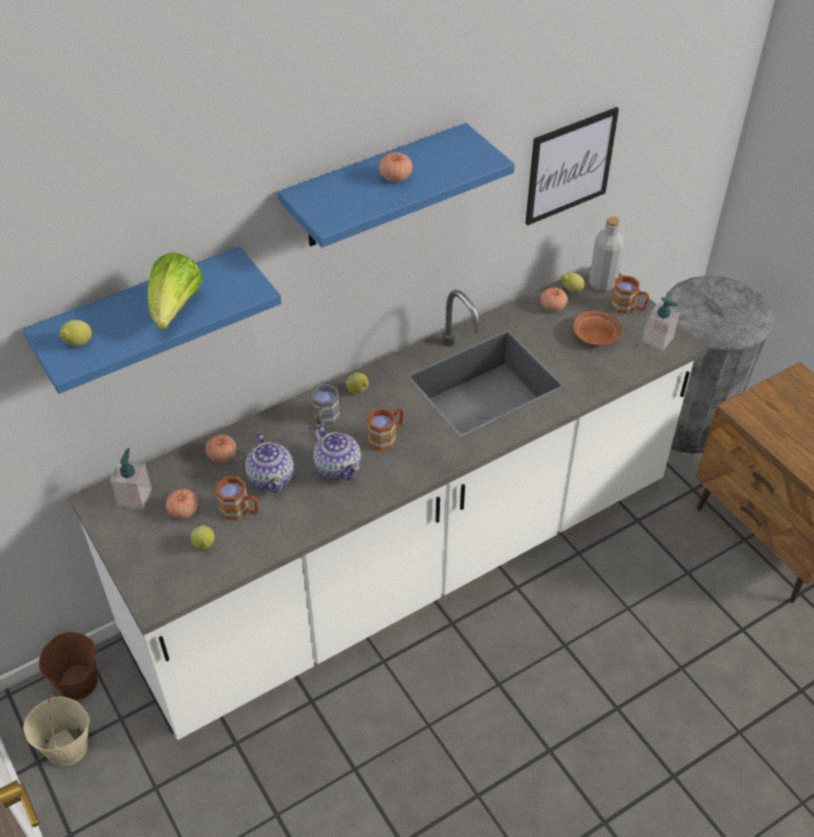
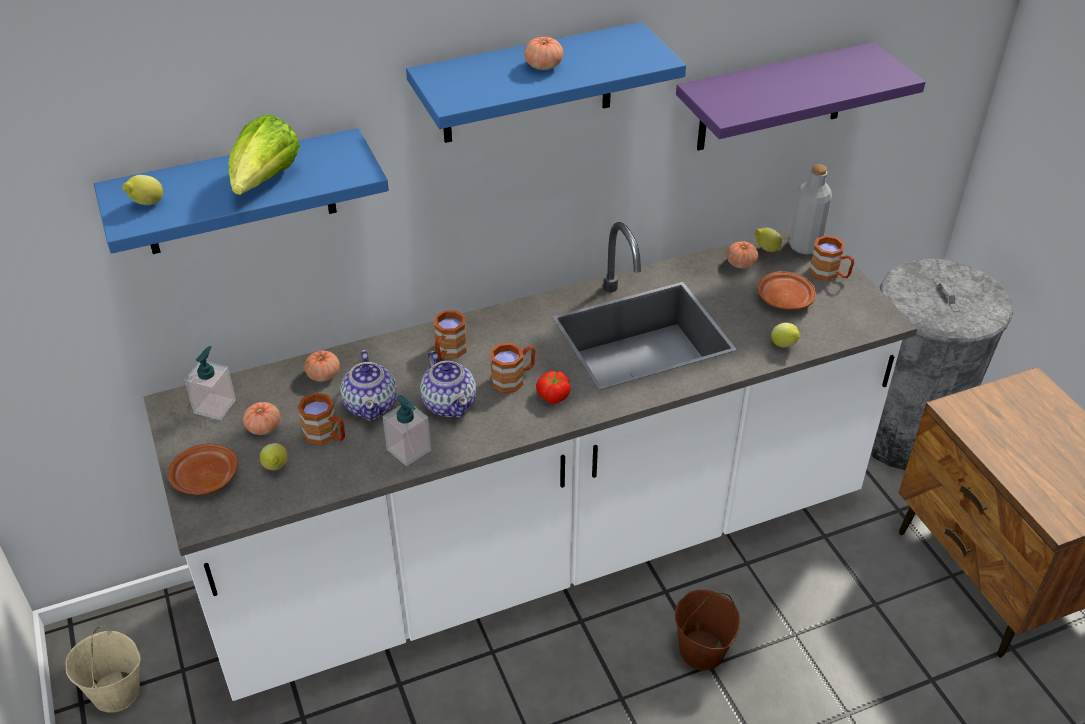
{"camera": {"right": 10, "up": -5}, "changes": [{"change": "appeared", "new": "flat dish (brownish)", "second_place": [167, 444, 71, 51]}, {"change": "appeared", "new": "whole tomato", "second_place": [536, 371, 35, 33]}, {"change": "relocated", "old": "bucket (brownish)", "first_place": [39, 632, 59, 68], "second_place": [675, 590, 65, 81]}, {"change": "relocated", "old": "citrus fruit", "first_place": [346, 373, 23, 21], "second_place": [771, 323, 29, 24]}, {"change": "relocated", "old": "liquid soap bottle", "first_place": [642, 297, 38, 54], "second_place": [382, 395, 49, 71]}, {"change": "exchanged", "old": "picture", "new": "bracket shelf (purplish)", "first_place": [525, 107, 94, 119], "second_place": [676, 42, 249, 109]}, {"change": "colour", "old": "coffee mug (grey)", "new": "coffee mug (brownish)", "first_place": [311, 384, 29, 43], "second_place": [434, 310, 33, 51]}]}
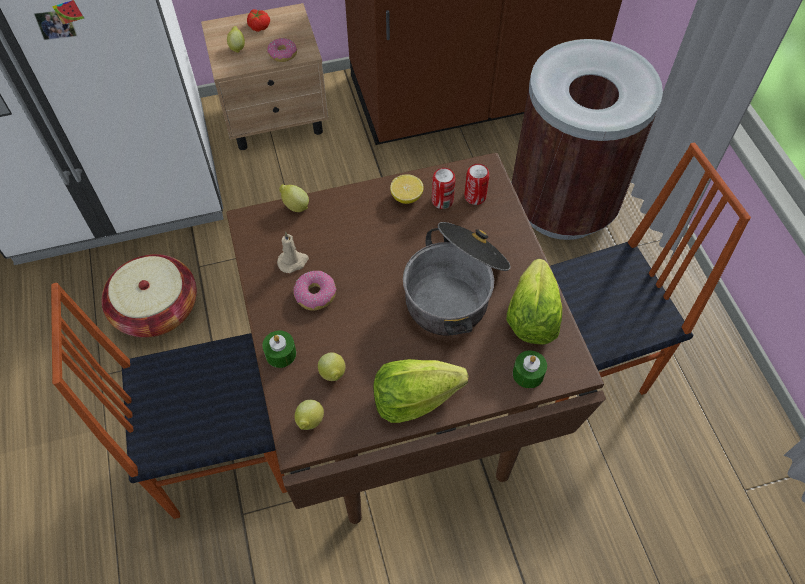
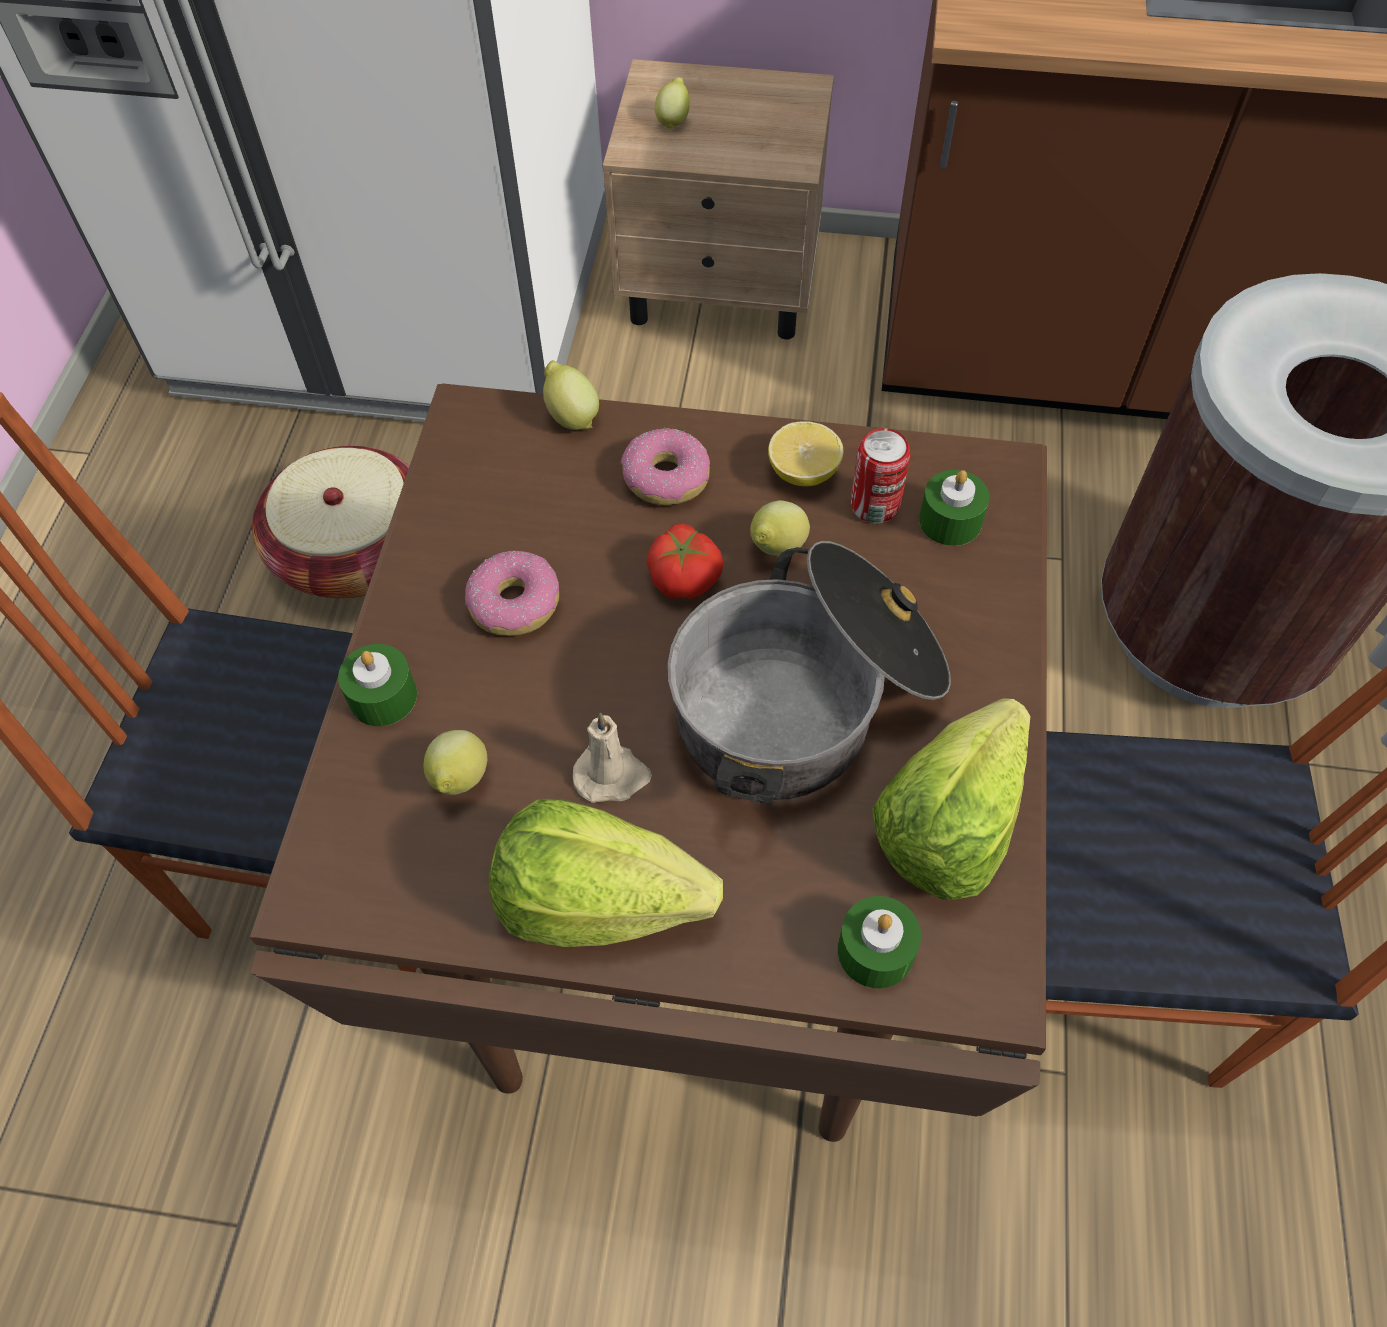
{"camera": {"right": 25, "up": 0}, "changes": [{"change": "relocated", "old": "whole tomato", "first_place": [247, 9, 23, 23], "second_place": [646, 524, 78, 75]}, {"change": "relocated", "old": "ring doughnut", "first_place": [267, 38, 30, 24], "second_place": [621, 428, 89, 77]}, {"change": "relocated", "old": "wax candle (beige)", "first_place": [277, 232, 32, 41], "second_place": [573, 713, 79, 90]}, {"change": "relocated", "old": "citrus fruit", "first_place": [295, 400, 29, 30], "second_place": [750, 500, 60, 56]}, {"change": "exchanged", "old": "sealed can", "new": "wax candle (greenish)", "first_place": [465, 164, 25, 41], "second_place": [919, 470, 71, 76]}]}
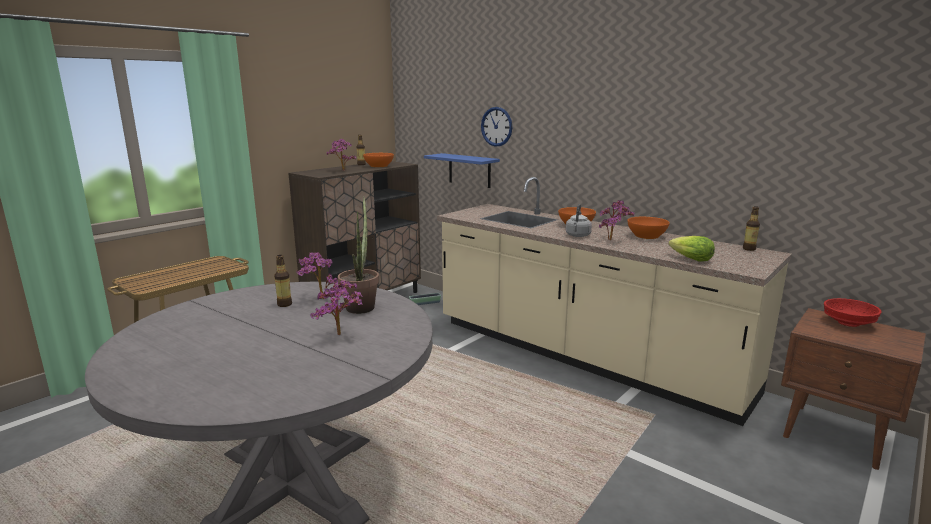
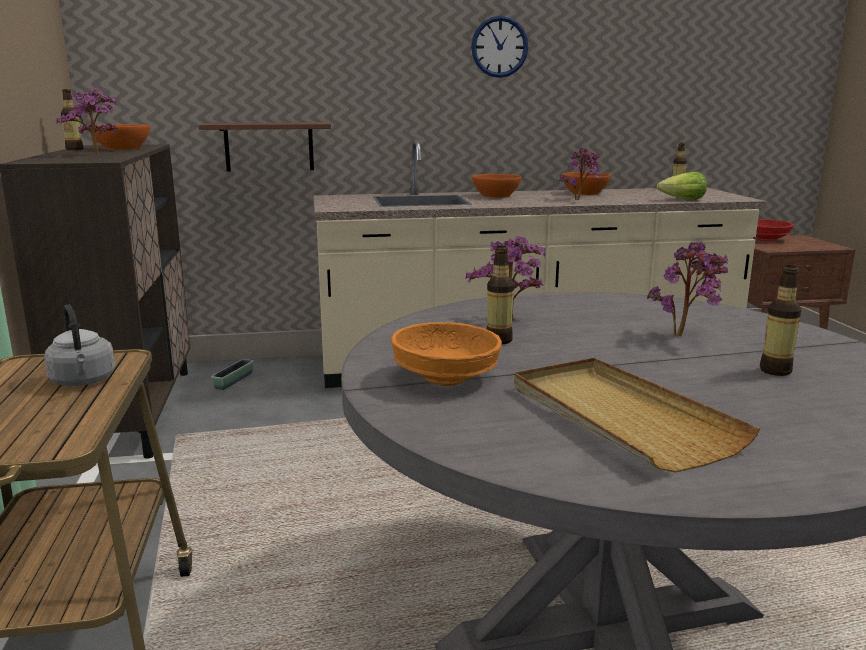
{"camera": {"right": -50, "up": 0}, "changes": [{"change": "missing", "old": "potted plant", "first_place": [338, 196, 41, 118]}, {"change": "appeared", "new": "deep dish (orange)", "second_place": [391, 322, 111, 64]}, {"change": "appeared", "new": "tray (beige)", "second_place": [514, 358, 246, 115]}, {"change": "appeared", "new": "drink bottle", "second_place": [760, 265, 41, 111]}, {"change": "relocated", "old": "hanging clock", "first_place": [481, 107, 31, 40], "second_place": [471, 16, 57, 62]}, {"change": "relocated", "old": "water kettle (grey)", "first_place": [566, 204, 26, 33], "second_place": [44, 304, 71, 82]}, {"change": "colour", "old": "bracket shelf (blue)", "new": "bracket shelf (brownish)", "first_place": [424, 153, 76, 35], "second_place": [198, 122, 133, 50]}]}
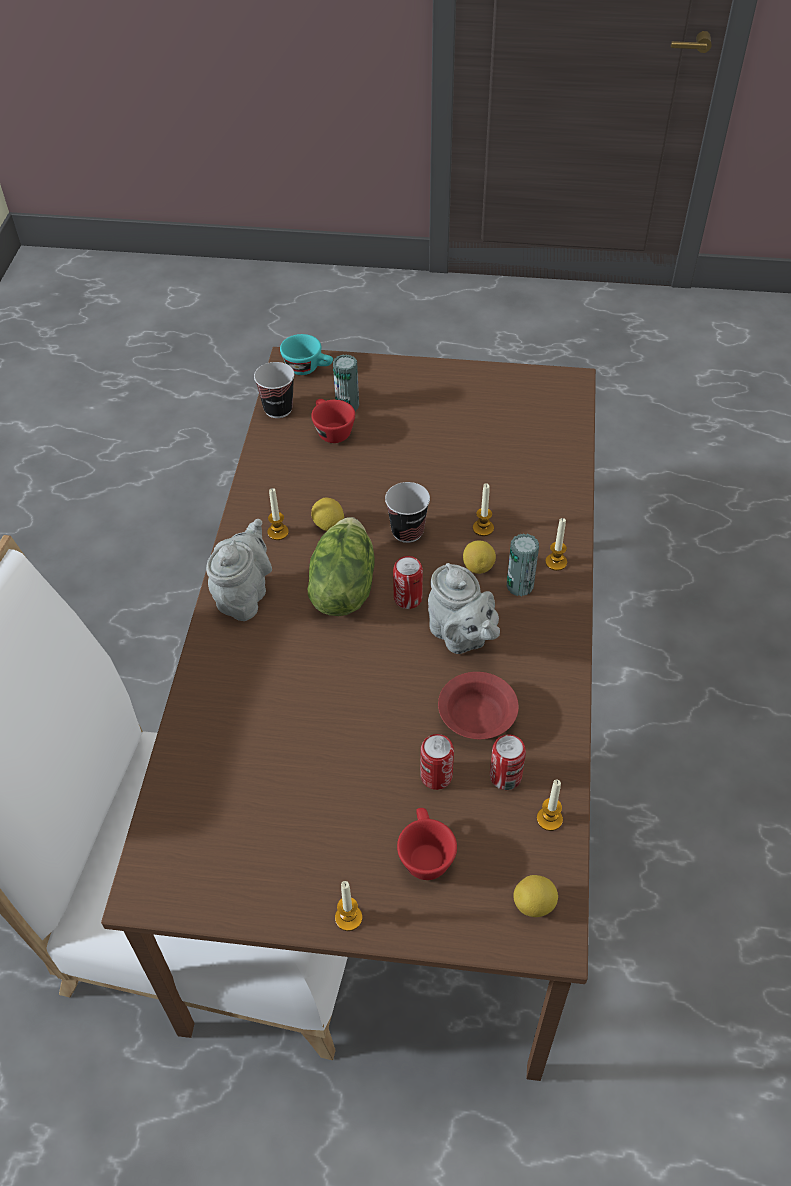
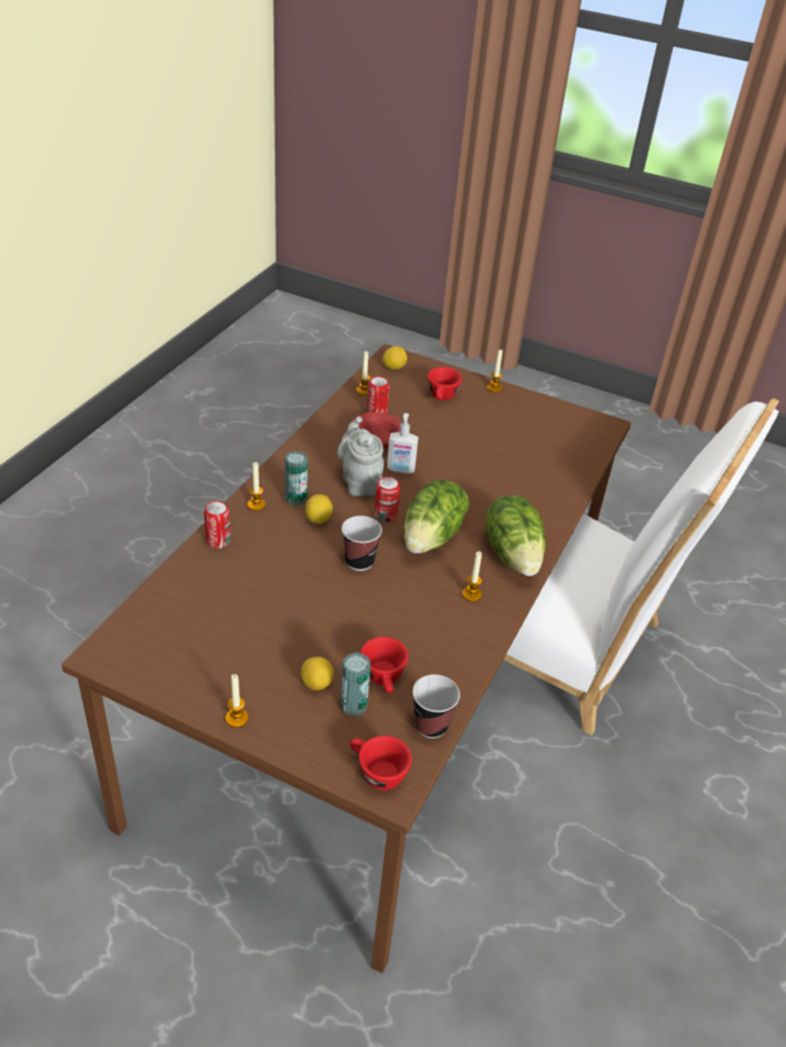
{"camera": {"right": -165, "up": -10}, "changes": [{"change": "appeared", "new": "liquid soap bottle", "second_place": [387, 413, 31, 60]}, {"change": "relocated", "old": "citrus fruit", "first_place": [311, 497, 33, 34], "second_place": [301, 657, 33, 33]}, {"change": "relocated", "old": "sealed can", "first_place": [420, 734, 34, 56], "second_place": [204, 501, 27, 47]}, {"change": "relocated", "old": "wax candle", "first_place": [473, 483, 21, 53], "second_place": [225, 674, 23, 54]}, {"change": "exchanged", "old": "pot for tea (grey)", "new": "head of lettuce", "first_place": [206, 519, 66, 102], "second_place": [486, 495, 60, 81]}, {"change": "colour", "old": "small cup (turquoise)", "new": "small cup (red)", "first_place": [280, 334, 53, 41], "second_place": [350, 736, 62, 54]}]}
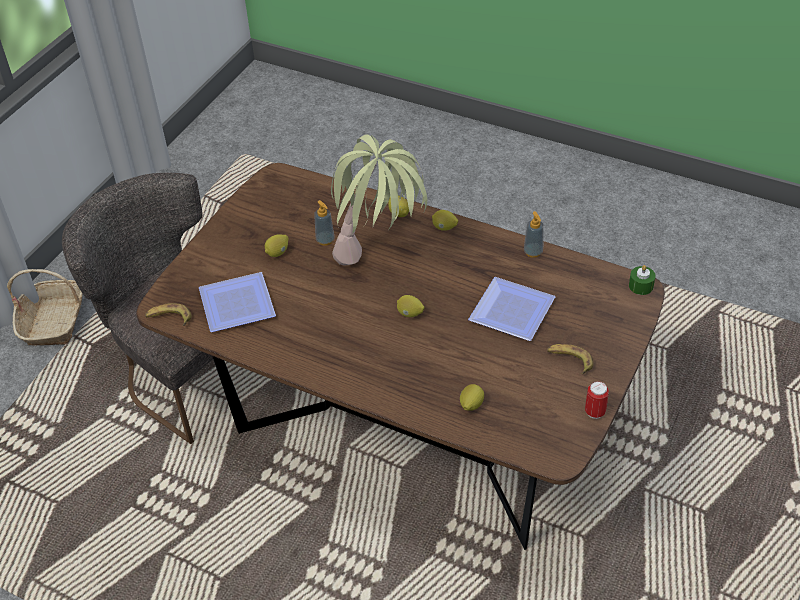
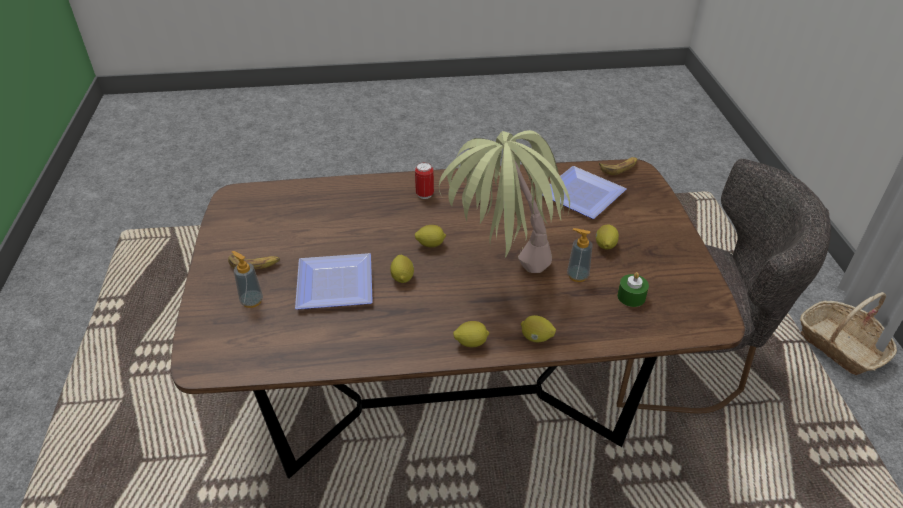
{"camera": {"right": 145, "up": -5}, "changes": [{"change": "relocated", "old": "citrus fruit", "first_place": [460, 384, 24, 27], "second_place": [390, 255, 24, 28]}, {"change": "relocated", "old": "liquid soap bottle", "first_place": [524, 211, 20, 47], "second_place": [232, 251, 31, 57]}, {"change": "relocated", "old": "sealed can", "first_place": [585, 381, 24, 38], "second_place": [415, 162, 19, 37]}, {"change": "relocated", "old": "wax candle (greenish)", "first_place": [629, 265, 27, 30], "second_place": [617, 272, 32, 35]}]}
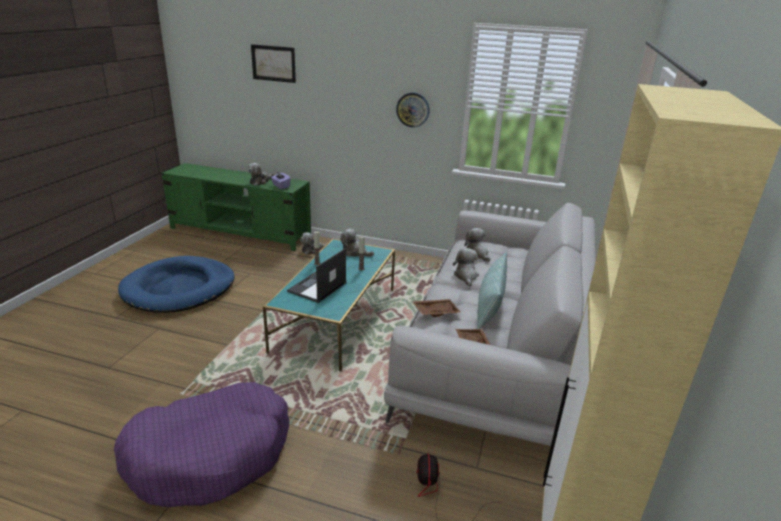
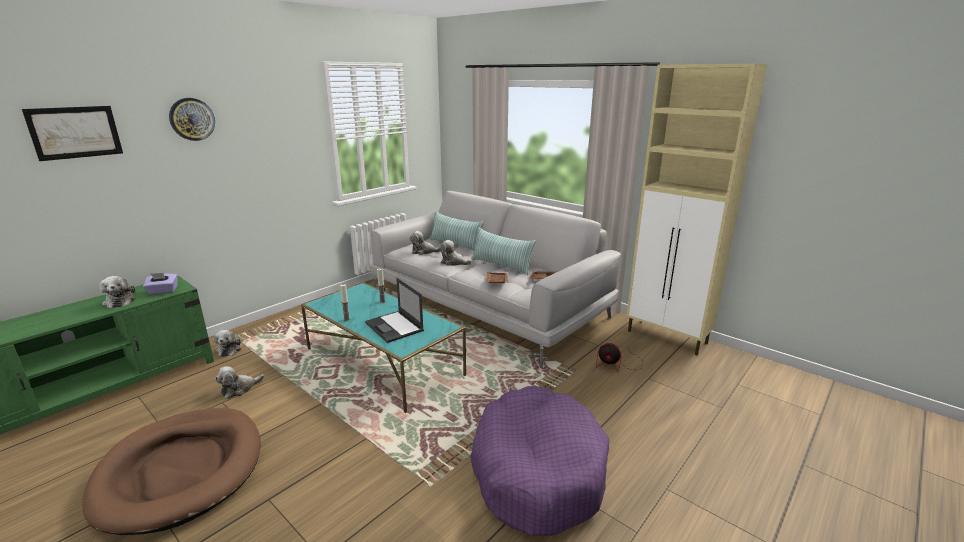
{"camera": {"right": -65, "up": -5}, "changes": [{"change": "appeared", "new": "pillow", "second_place": [429, 211, 55, 40]}, {"change": "relocated", "old": "soft toy", "first_place": [340, 229, 34, 28], "second_place": [215, 366, 50, 33]}, {"change": "relocated", "old": "hanging clock", "first_place": [396, 92, 34, 36], "second_place": [169, 98, 46, 43]}, {"change": "colour", "old": "dog cushion (blue)", "new": "dog cushion (brownish)", "first_place": [118, 256, 117, 57], "second_place": [82, 408, 179, 127]}]}
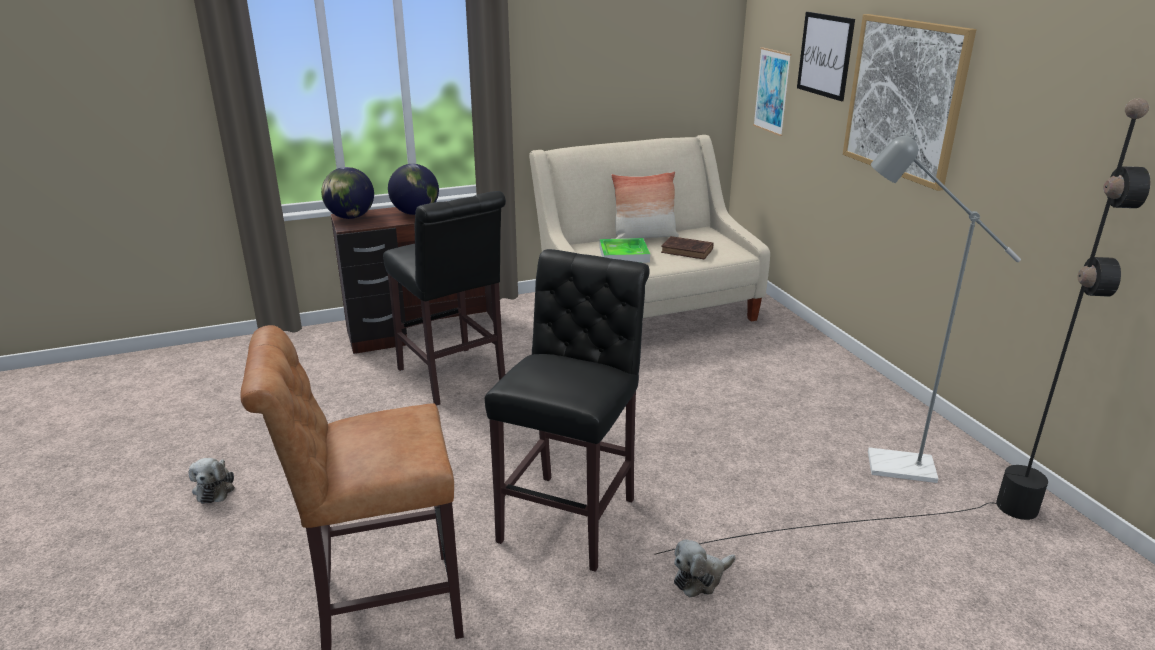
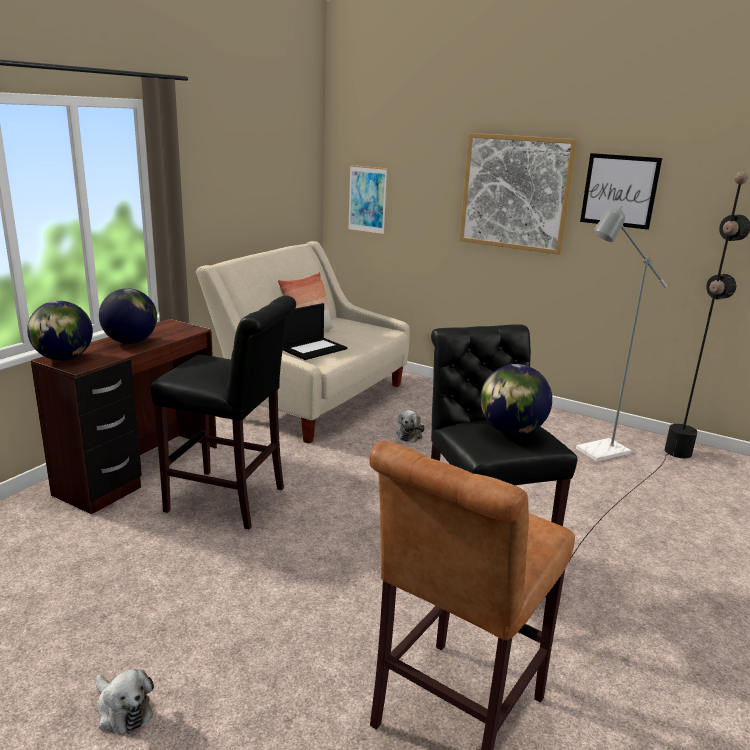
{"camera": {"right": -40, "up": -5}, "changes": [{"change": "missing", "old": "book (brownish)", "first_place": [661, 236, 52, 23]}, {"change": "appeared", "new": "globe", "second_place": [480, 364, 72, 71]}, {"change": "relocated", "old": "soft toy", "first_place": [674, 539, 62, 58], "second_place": [396, 410, 29, 33]}, {"change": "relocated", "old": "picture", "first_place": [797, 12, 58, 89], "second_place": [580, 153, 82, 77]}, {"change": "exchanged", "old": "tray", "new": "laptop", "first_place": [599, 238, 51, 25], "second_place": [283, 303, 64, 57]}]}
